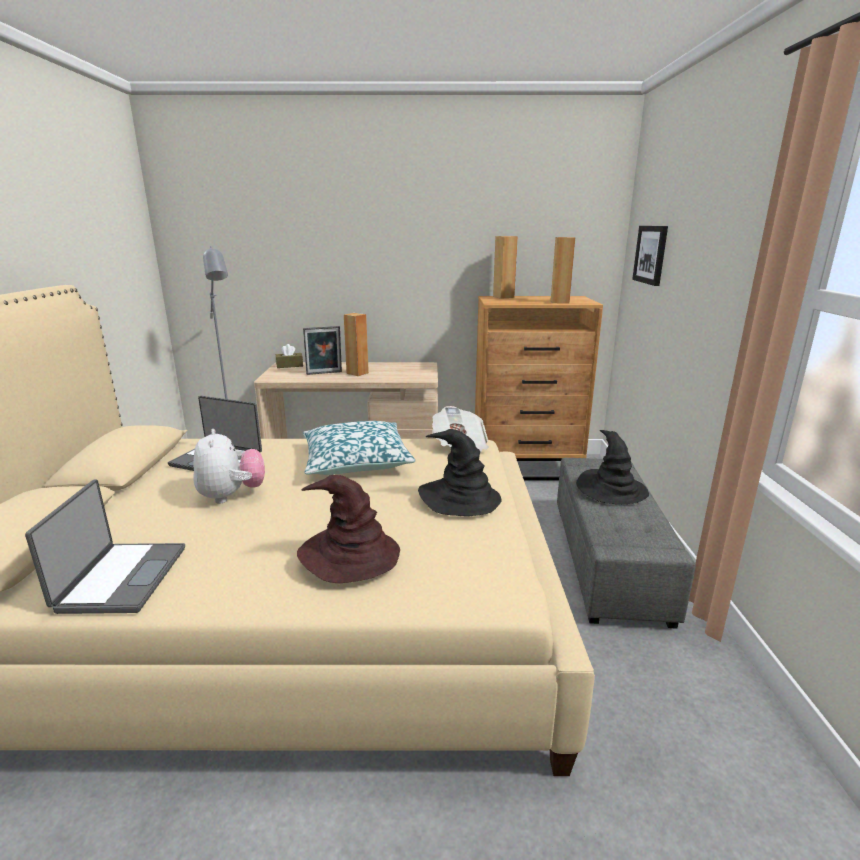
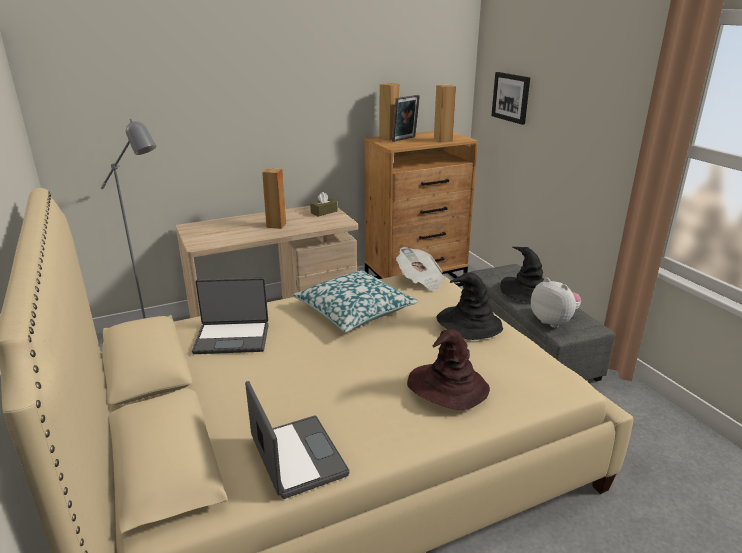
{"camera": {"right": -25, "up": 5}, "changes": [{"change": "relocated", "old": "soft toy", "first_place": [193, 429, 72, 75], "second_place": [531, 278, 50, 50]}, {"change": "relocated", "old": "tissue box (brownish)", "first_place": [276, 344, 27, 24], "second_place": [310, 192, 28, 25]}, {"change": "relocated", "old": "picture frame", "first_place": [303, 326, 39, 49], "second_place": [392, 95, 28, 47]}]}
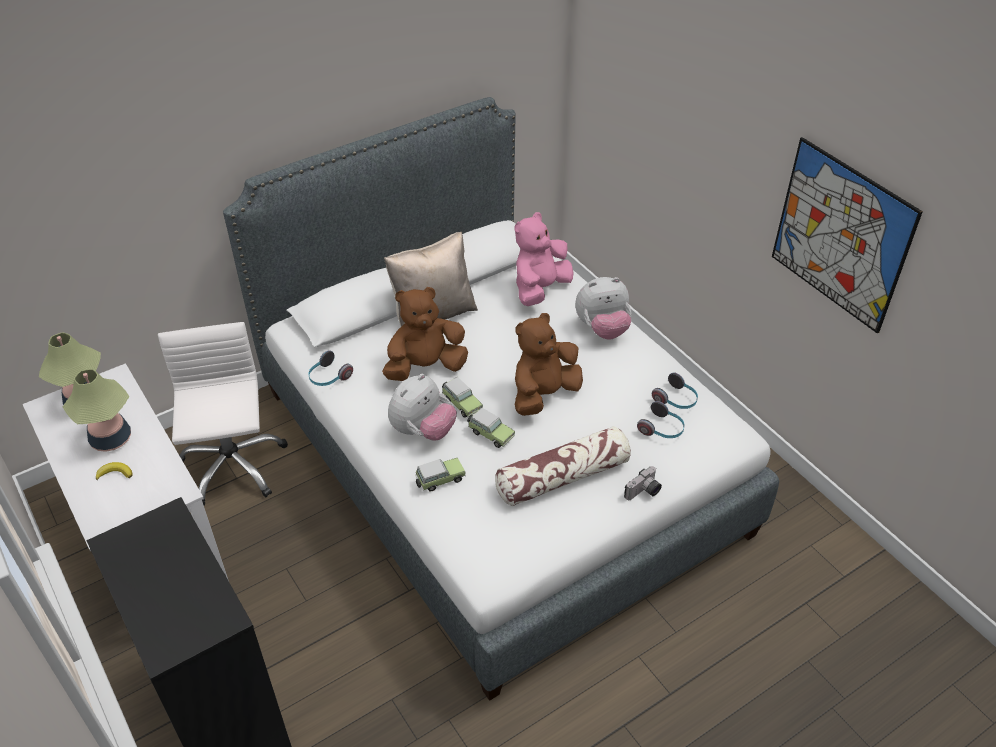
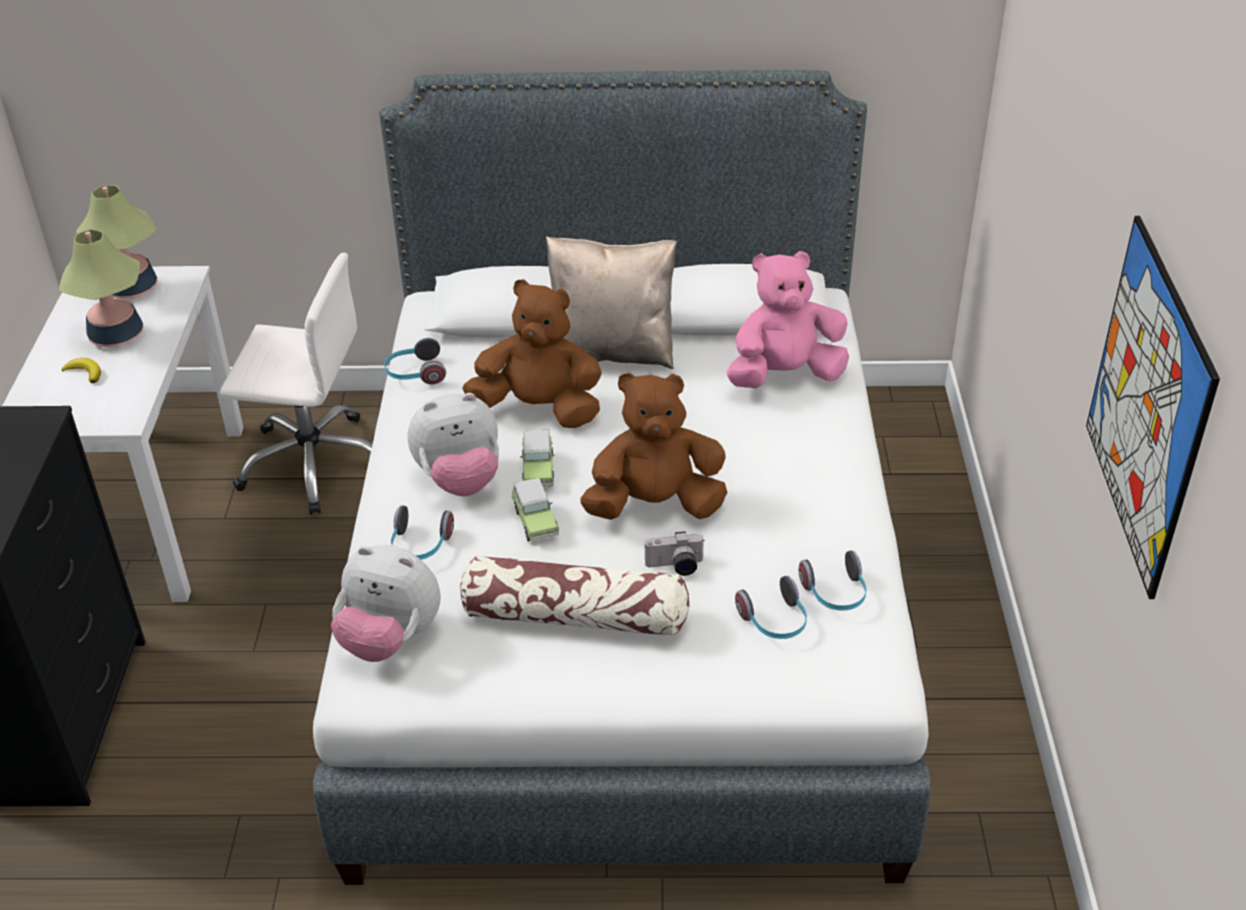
{"camera": {"right": 35, "up": -5}, "changes": [{"change": "relocated", "old": "soft toy", "first_place": [575, 277, 57, 63], "second_place": [331, 545, 110, 117]}, {"change": "relocated", "old": "photo camera", "first_place": [624, 466, 38, 34], "second_place": [644, 531, 60, 45]}, {"change": "exchanged", "old": "miniature car", "new": "headset", "first_place": [416, 458, 49, 34], "second_place": [391, 505, 63, 55]}, {"change": "spun", "old": "computer chair (white-coloured)", "first_place": [158, 322, 130, 184], "second_place": [219, 253, 154, 261], "degrees": 75}]}
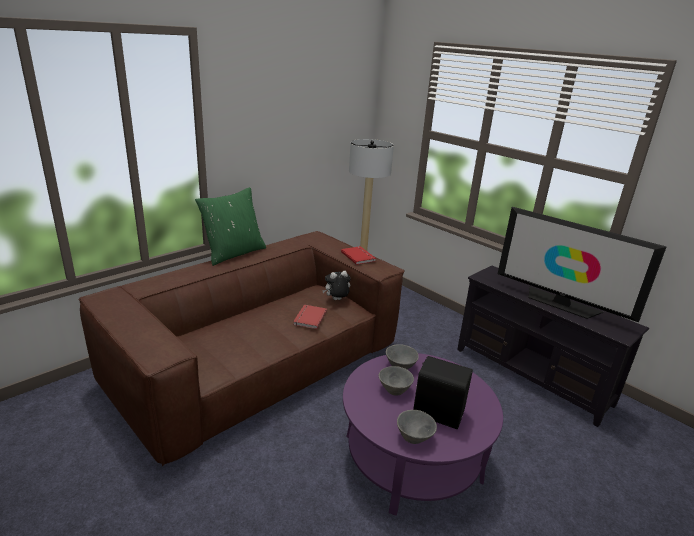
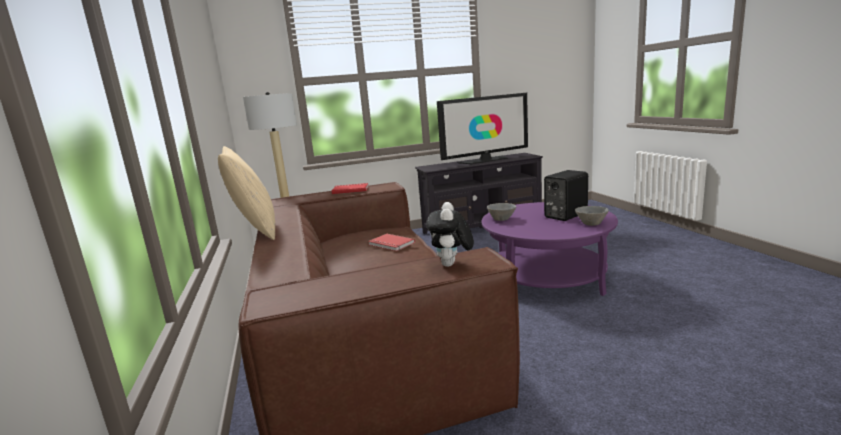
{"camera": {"right": -60, "up": -10}, "changes": [{"change": "missing", "old": "deep dish (grey)", "first_place": [379, 366, 35, 30]}, {"change": "relocated", "old": "soft toy", "first_place": [322, 271, 29, 29], "second_place": [426, 202, 48, 65]}, {"change": "colour", "old": "pillow (greenish)", "new": "pillow (beige)", "first_place": [195, 187, 71, 79], "second_place": [218, 146, 57, 94]}]}
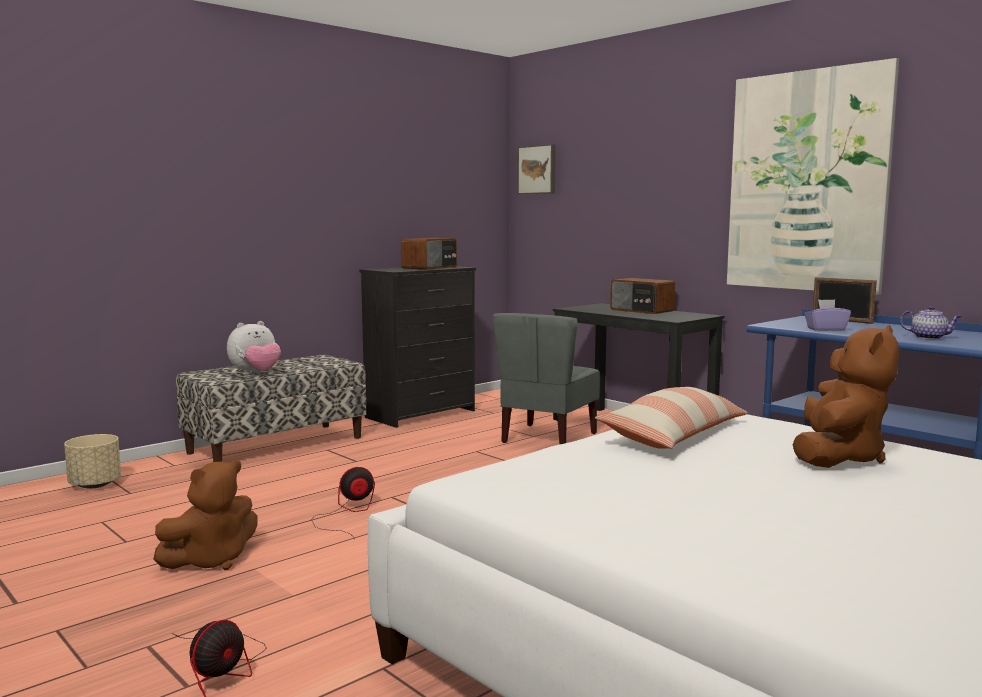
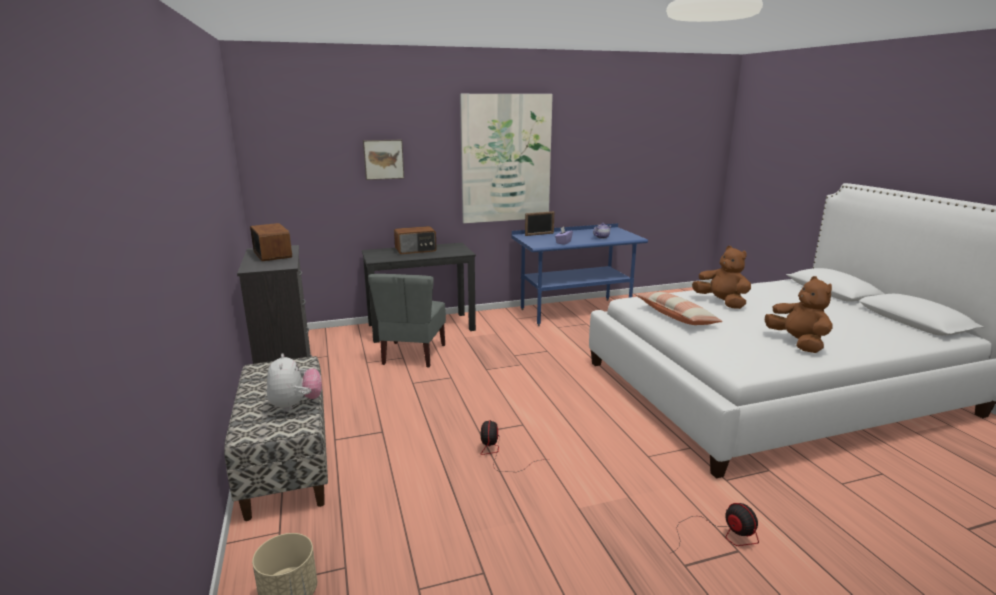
{"camera": {"right": -65, "up": 10}, "changes": [{"change": "relocated", "old": "soft toy (brownish)", "first_place": [153, 460, 105, 110], "second_place": [765, 276, 67, 77]}, {"change": "relocated", "old": "picture", "first_place": [518, 144, 38, 50], "second_place": [363, 140, 41, 40]}, {"change": "spun", "old": "upright chair (grey)", "first_place": [493, 313, 107, 131], "second_place": [368, 274, 78, 94], "degrees": 45}]}
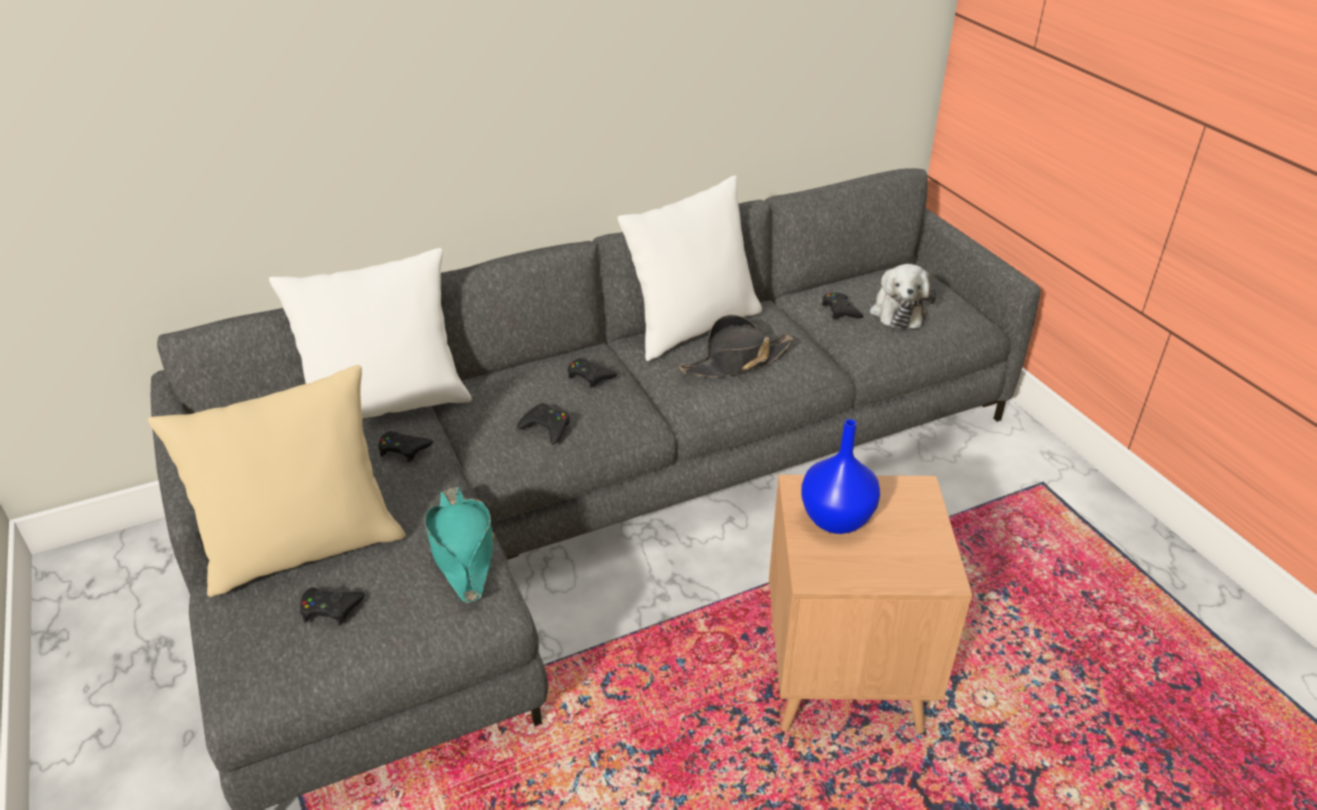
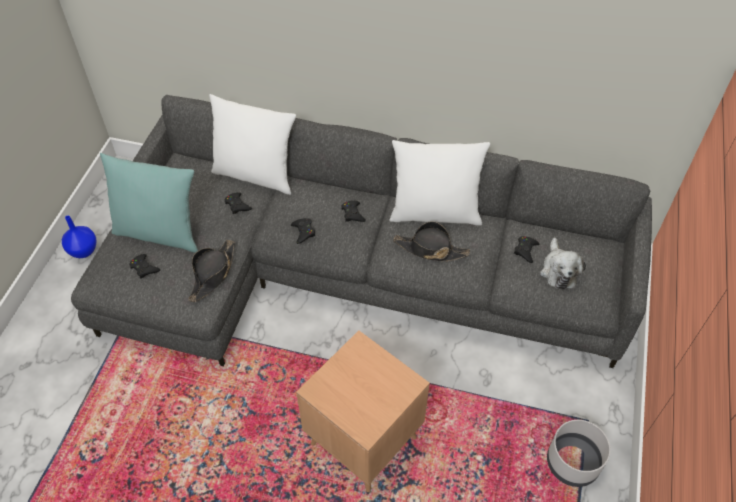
{"camera": {"right": 40, "up": 15}, "changes": [{"change": "appeared", "new": "plant pot (grey)", "second_place": [547, 420, 64, 67]}, {"change": "relocated", "old": "decorative vase (blue)", "first_place": [801, 419, 79, 115], "second_place": [62, 215, 34, 43]}, {"change": "colour", "old": "pillow (beige)", "new": "pillow (turquoise)", "first_place": [148, 365, 258, 232], "second_place": [100, 153, 98, 100]}, {"change": "colour", "old": "hat (turquoise)", "new": "hat (blackish)", "first_place": [424, 487, 70, 116], "second_place": [188, 240, 47, 62]}, {"change": "spun", "old": "soft toy", "first_place": [870, 264, 66, 64], "second_place": [540, 238, 46, 51], "degrees": -45}]}
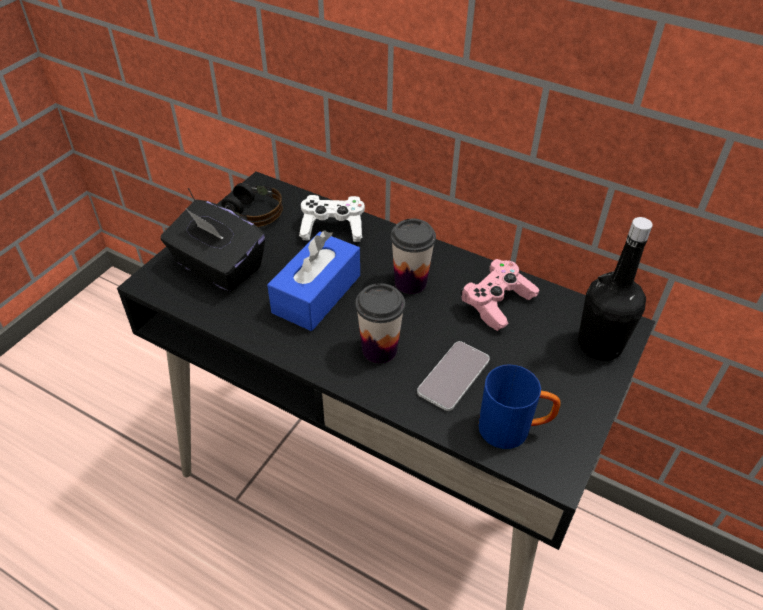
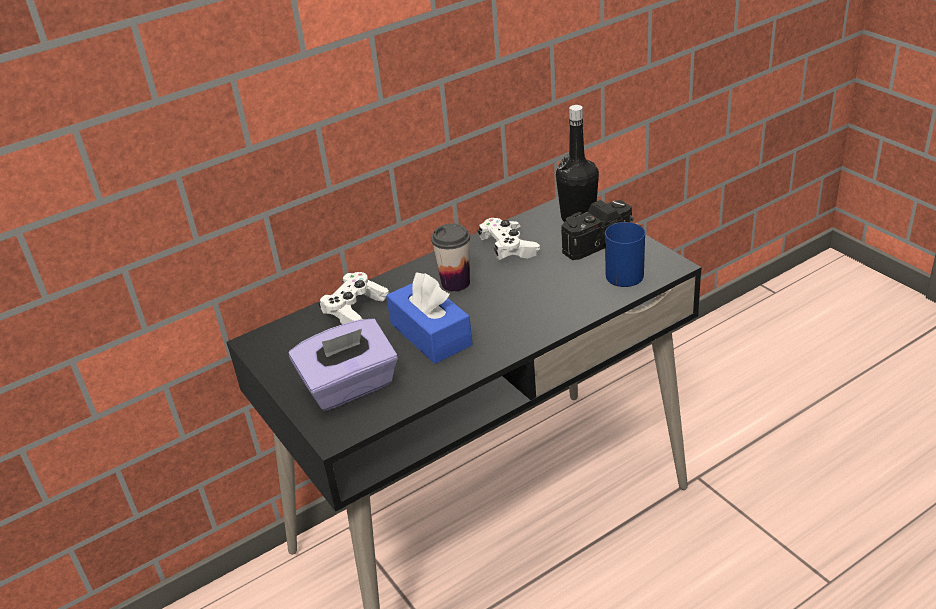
{"camera": {"right": -60, "up": -10}, "changes": [{"change": "missing", "old": "headset", "first_place": [188, 183, 95, 44]}, {"change": "missing", "old": "small cup", "first_place": [355, 283, 50, 80]}, {"change": "missing", "old": "phone", "first_place": [417, 341, 73, 70]}, {"change": "appeared", "new": "photo camera", "second_place": [561, 200, 72, 60]}, {"change": "colour", "old": "tissue box (blackish)", "new": "tissue box (purplish)", "first_place": [161, 200, 105, 92], "second_place": [288, 319, 110, 92]}, {"change": "colour", "old": "joypad (pink)", "new": "joypad (white-coloured)", "first_place": [461, 259, 78, 72], "second_place": [477, 218, 63, 42]}]}
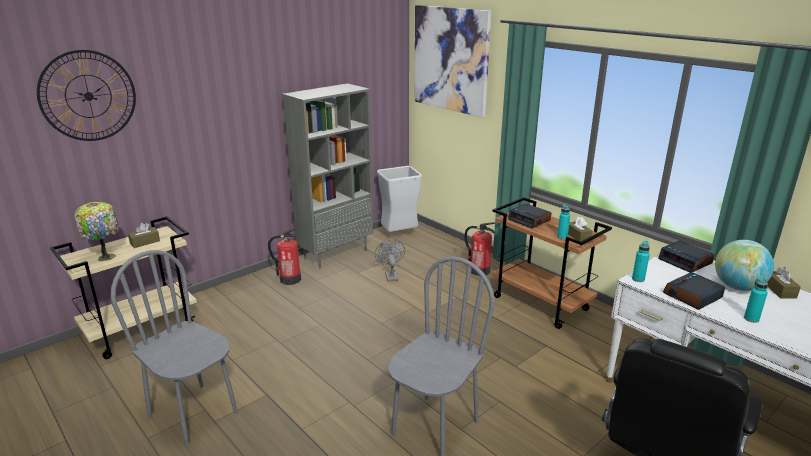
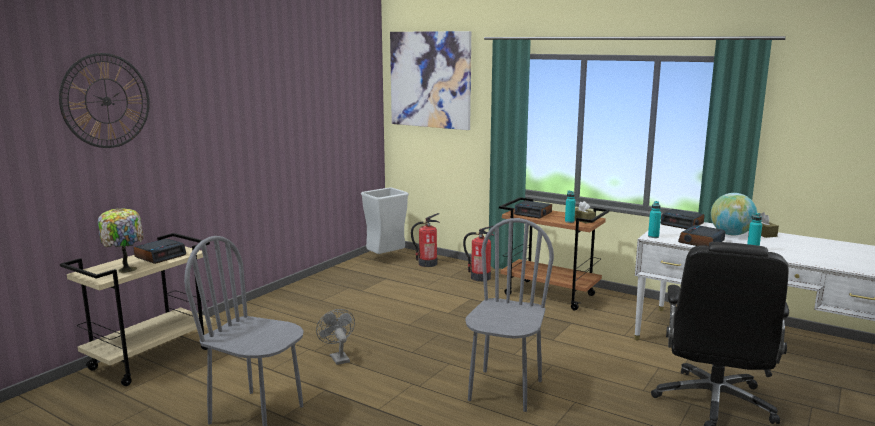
{"camera": {"right": -15, "up": -10}, "changes": [{"change": "missing", "old": "bookshelf (grey)", "first_place": [282, 83, 91, 186]}, {"change": "relocated", "old": "extinguisher", "first_place": [268, 228, 33, 57], "second_place": [411, 213, 29, 54]}, {"change": "relocated", "old": "cooling fan (grey)", "first_place": [375, 240, 30, 42], "second_place": [316, 309, 39, 56]}, {"change": "exchanged", "old": "tissue box (brownish)", "new": "alarm clock", "first_place": [128, 223, 32, 25], "second_place": [134, 238, 52, 26]}]}
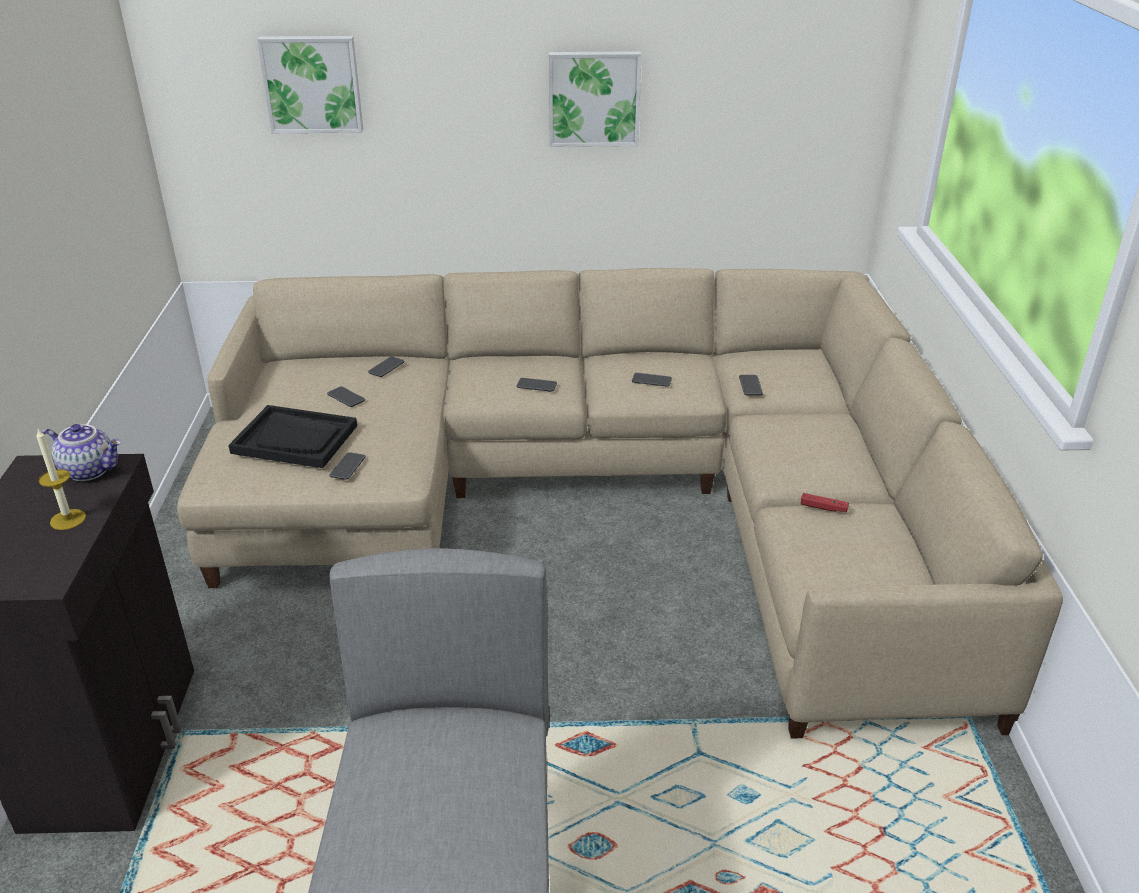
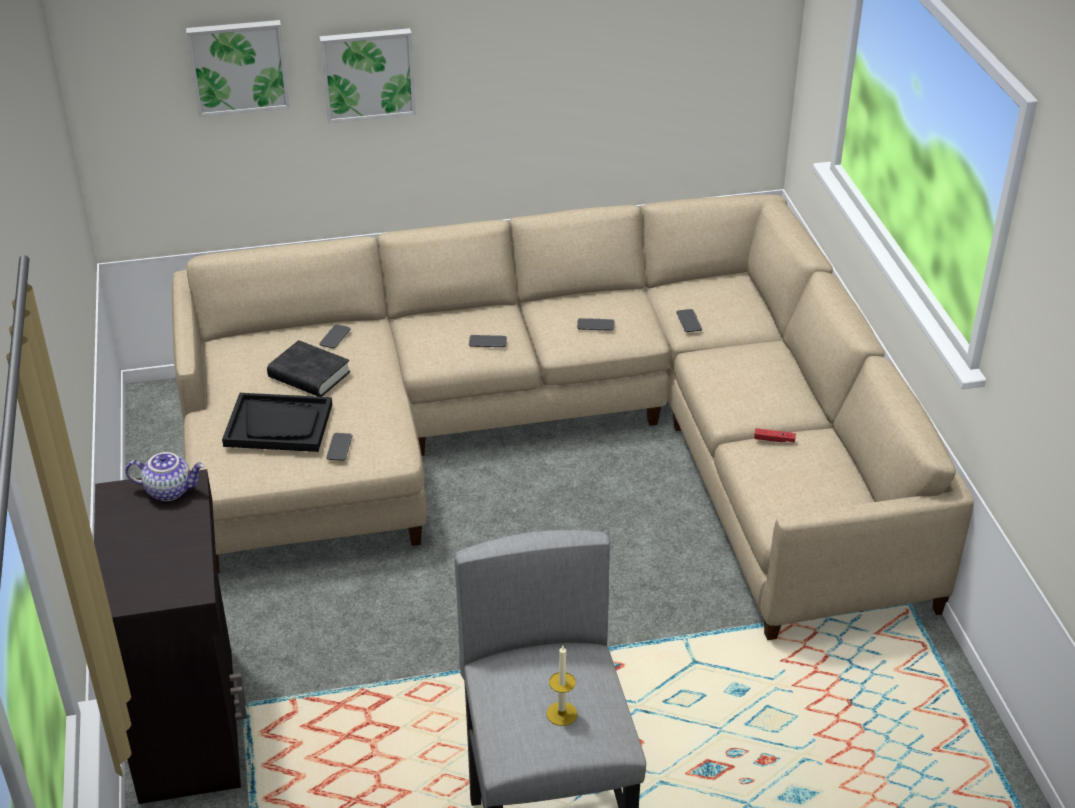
{"camera": {"right": -10, "up": 5}, "changes": [{"change": "relocated", "old": "wax candle", "first_place": [36, 429, 50, 101], "second_place": [547, 646, 30, 80]}, {"change": "relocated", "old": "picture", "first_place": [549, 51, 93, 96], "second_place": [319, 28, 97, 95]}, {"change": "exchanged", "old": "phone", "new": "book (blackish)", "first_place": [327, 386, 38, 21], "second_place": [267, 340, 83, 57]}]}
